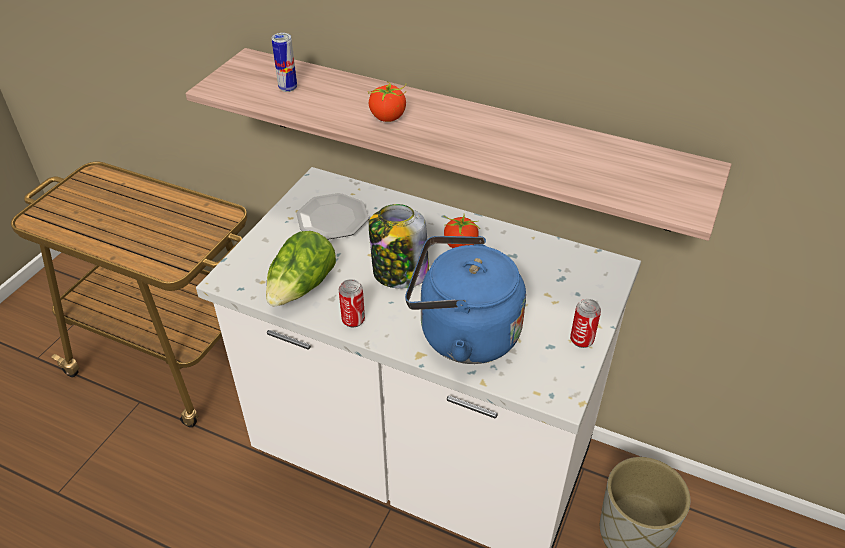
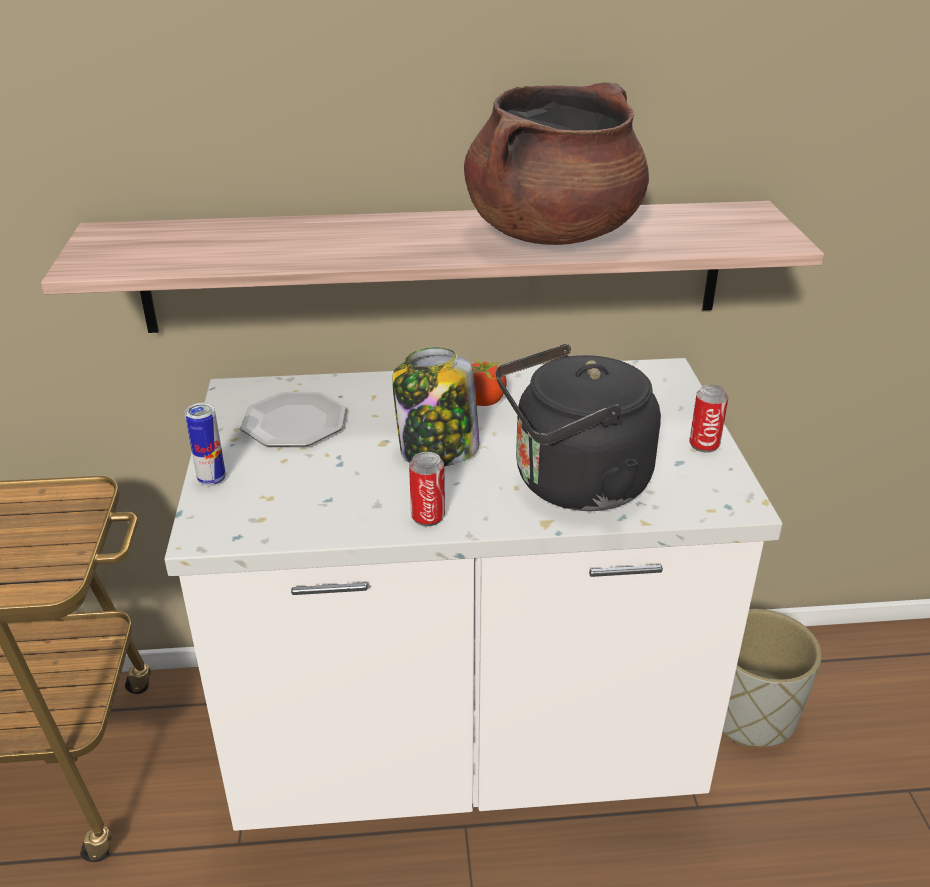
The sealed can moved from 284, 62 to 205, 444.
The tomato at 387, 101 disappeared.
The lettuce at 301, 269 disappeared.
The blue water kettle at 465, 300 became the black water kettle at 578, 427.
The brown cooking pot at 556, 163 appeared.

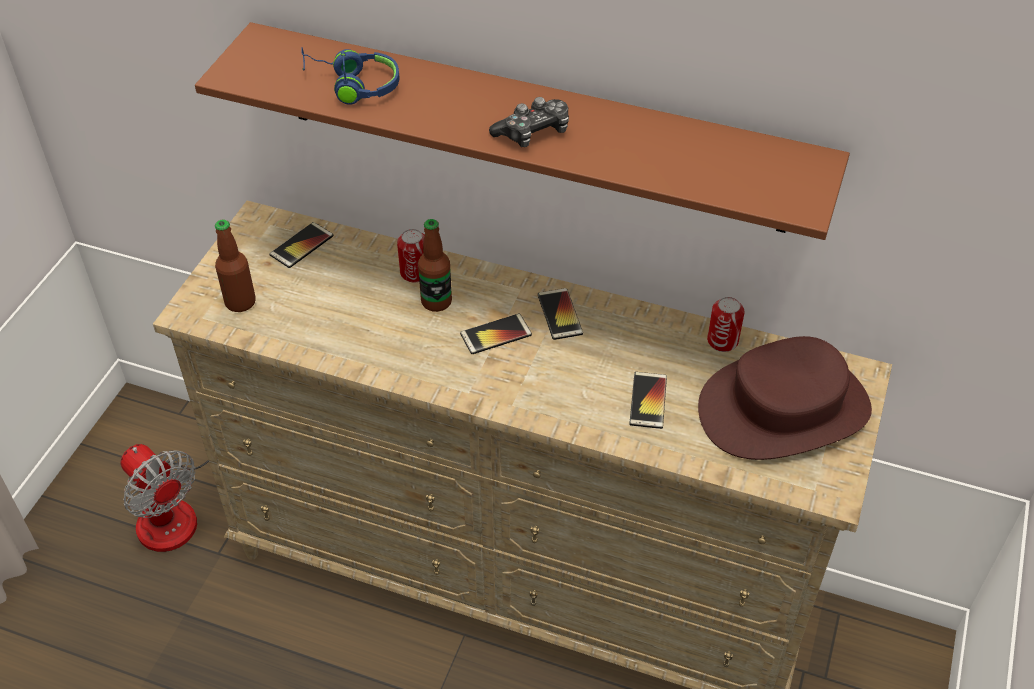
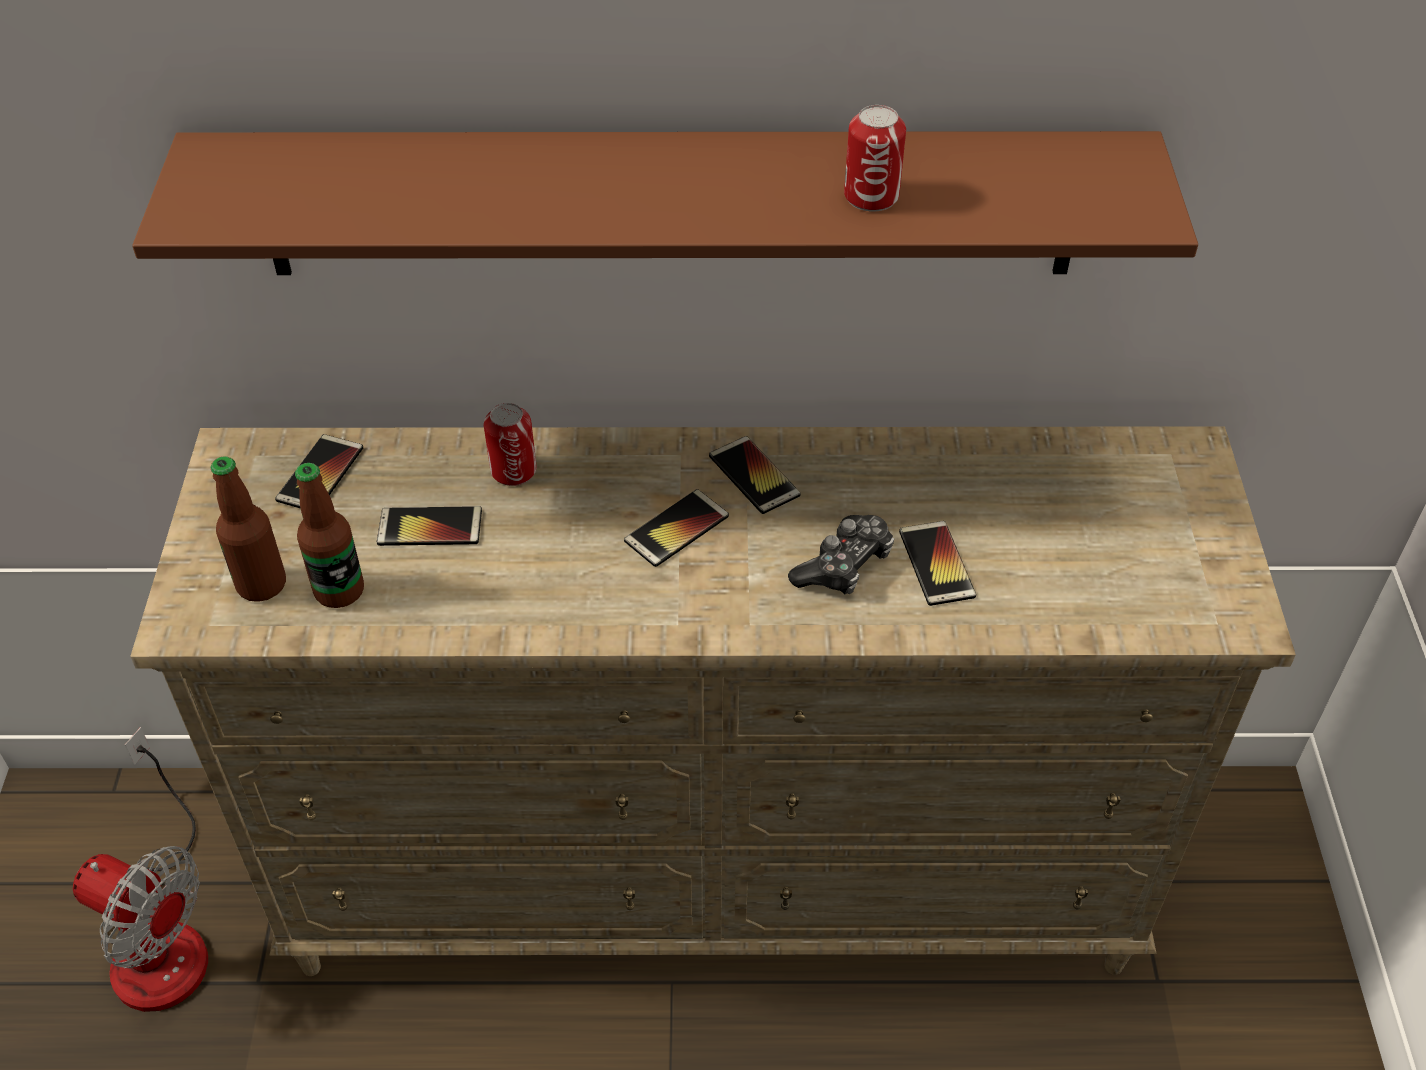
The blue headphones at 350, 76 disappeared.
The game controller moved from 529, 122 to 841, 554.
The drink bottle moved from 435, 265 to 329, 535.
The sealed can moved from 726, 324 to 875, 158.
The brown clothing hat at 785, 398 disappeared.
The handset at 429, 526 appeared.

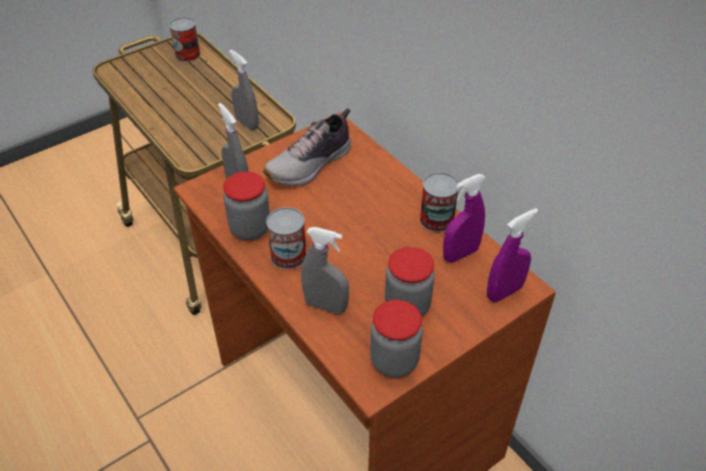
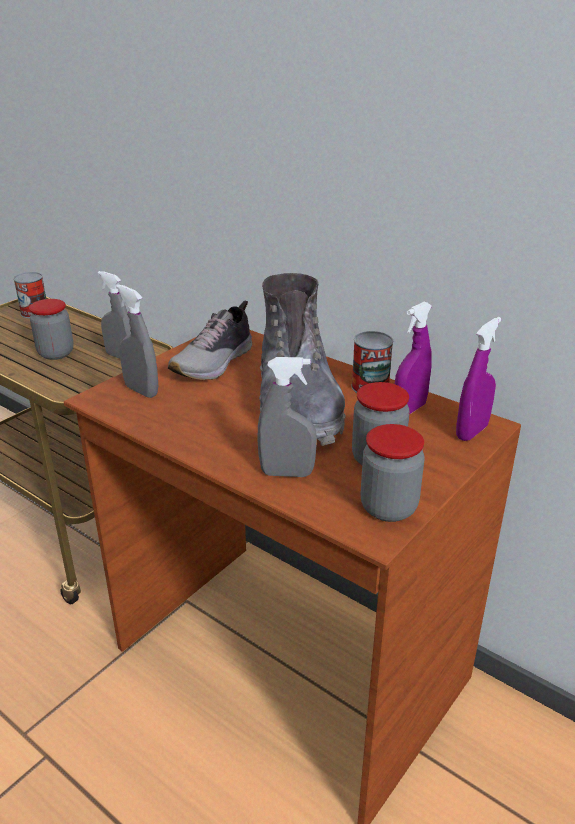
The jar moved from 246, 206 to 51, 329.
The sealed can at 286, 238 disappeared.
The grey tall boot at 302, 359 appeared.

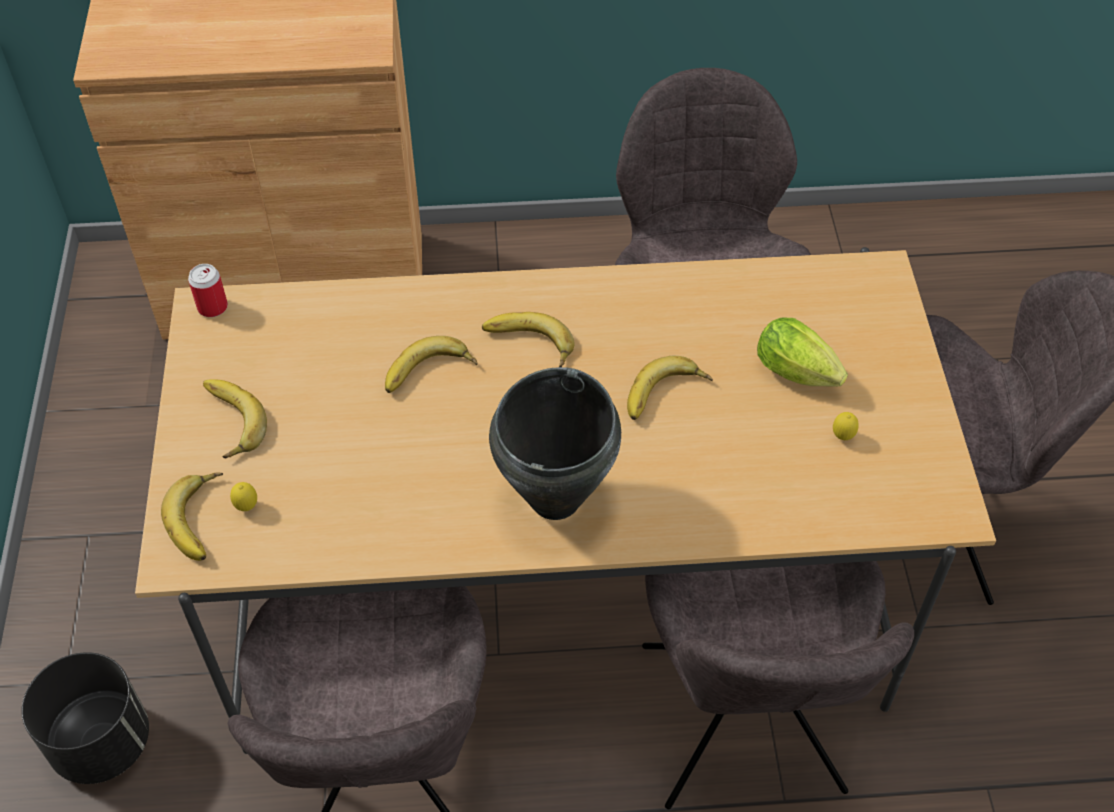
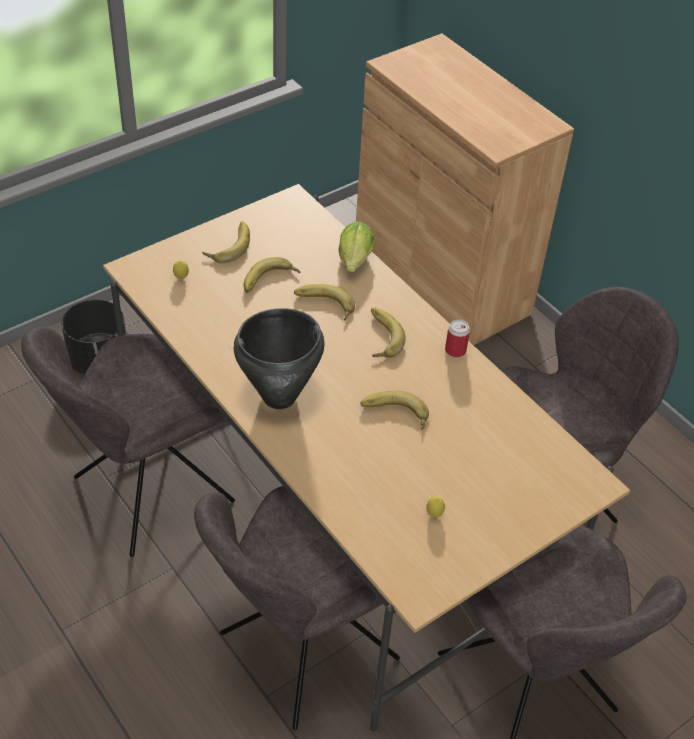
The sealed can moved from 208, 290 to 457, 338.
The lettuce moved from 802, 351 to 356, 246.
The banana moved from 192, 517 to 272, 275.

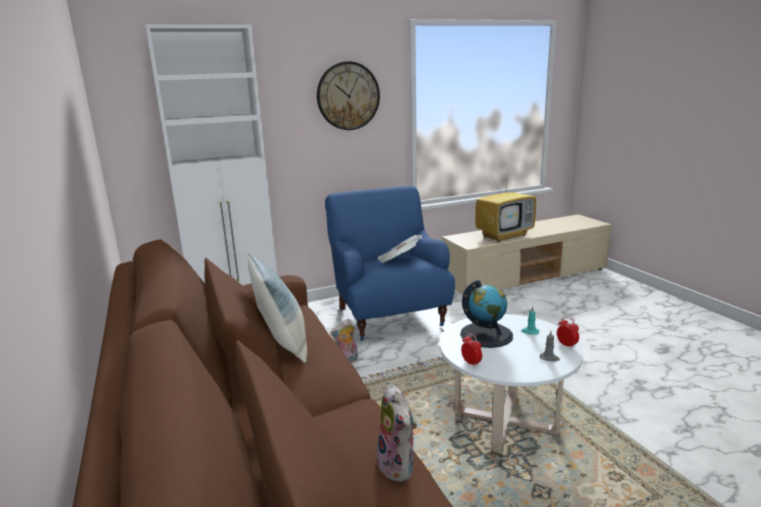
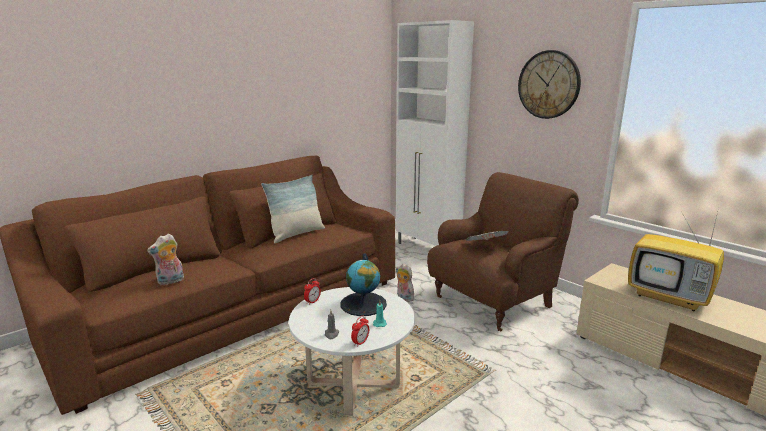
The blue armchair at 390, 263 became the brown armchair at 503, 251.

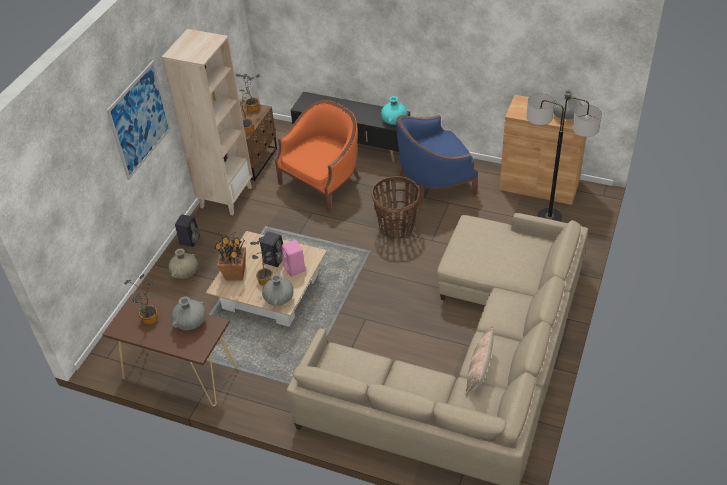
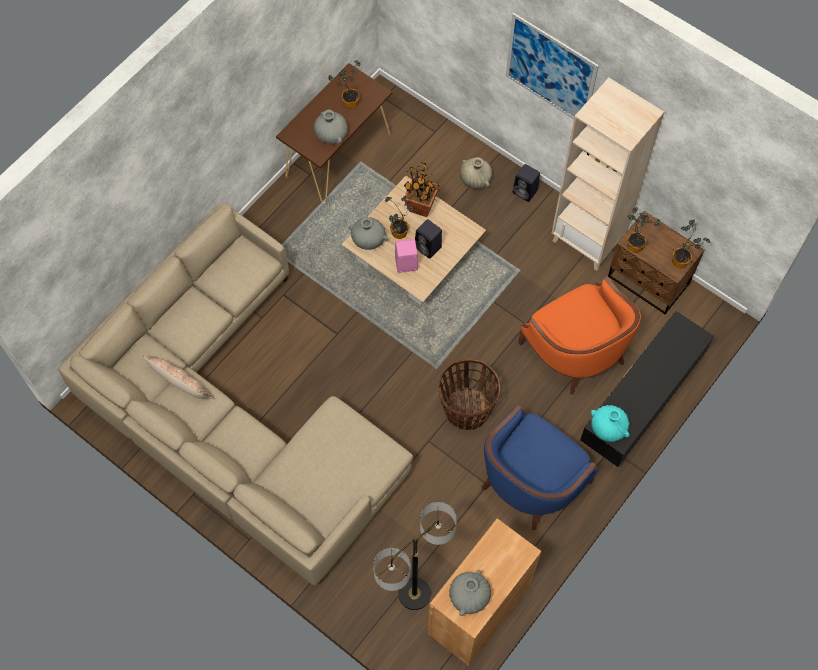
The blue armchair at 437, 160 turned 135 degrees counterclockwise.

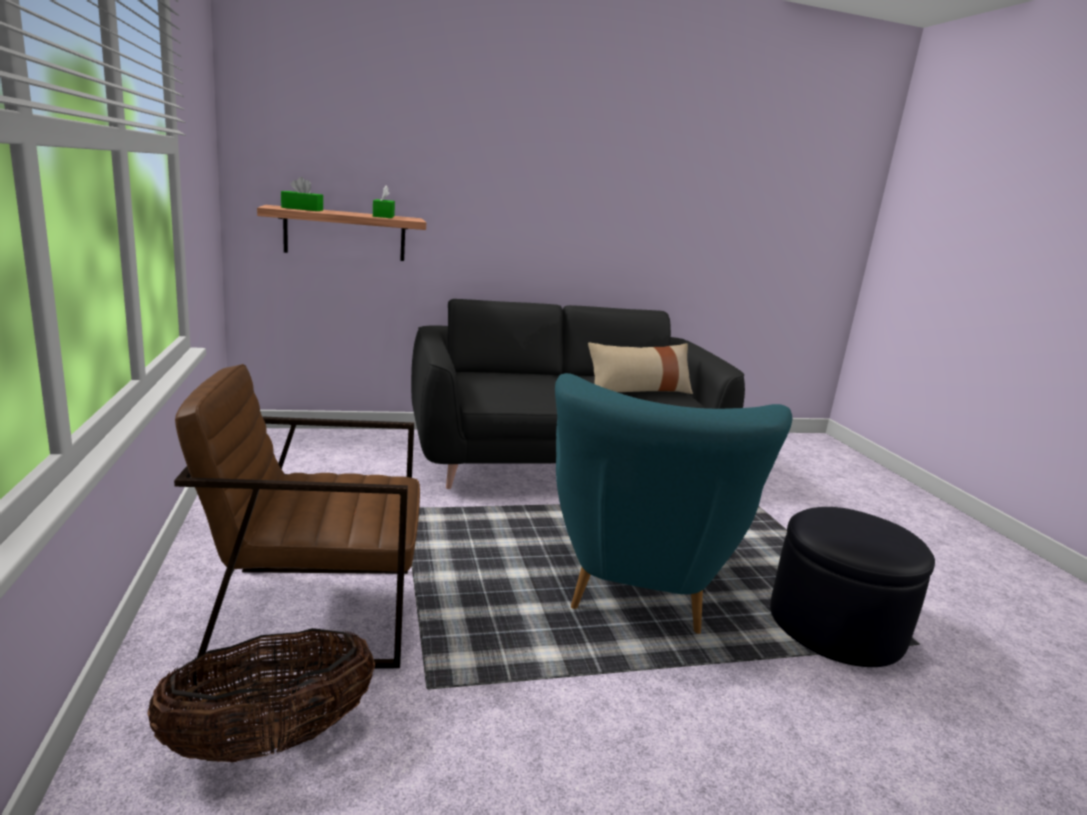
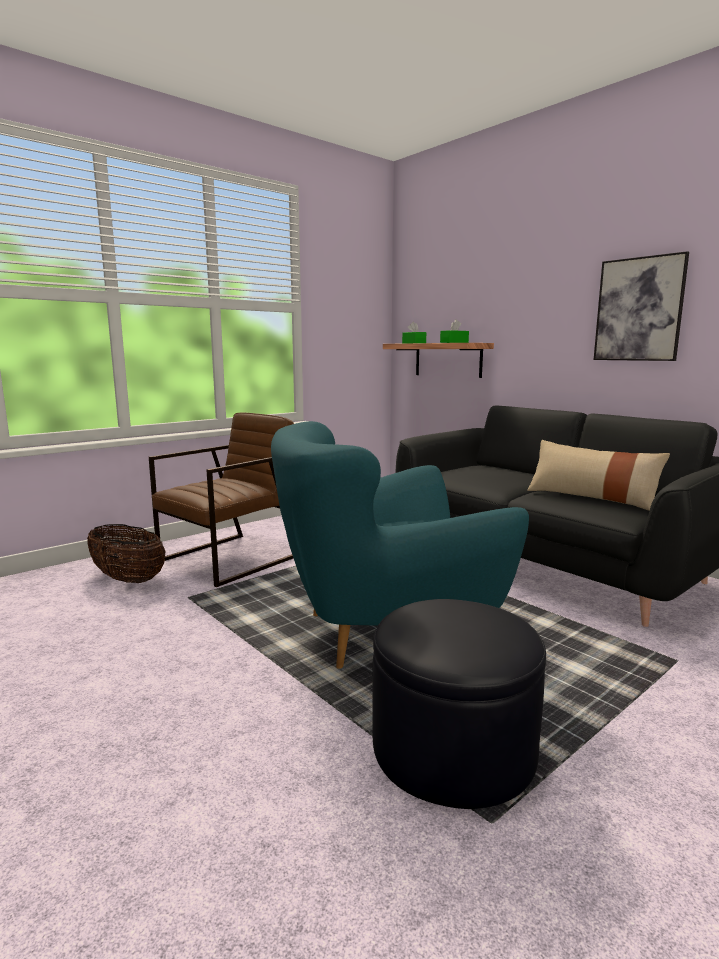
The brown armchair at 297, 517 turned 75 degrees clockwise.
The wall art at 641, 306 appeared.

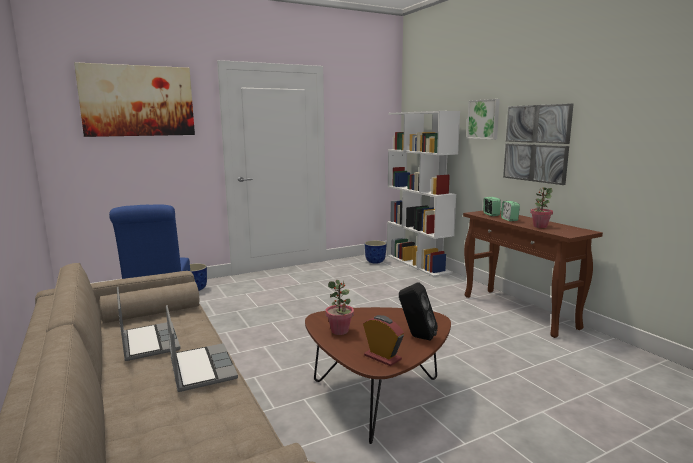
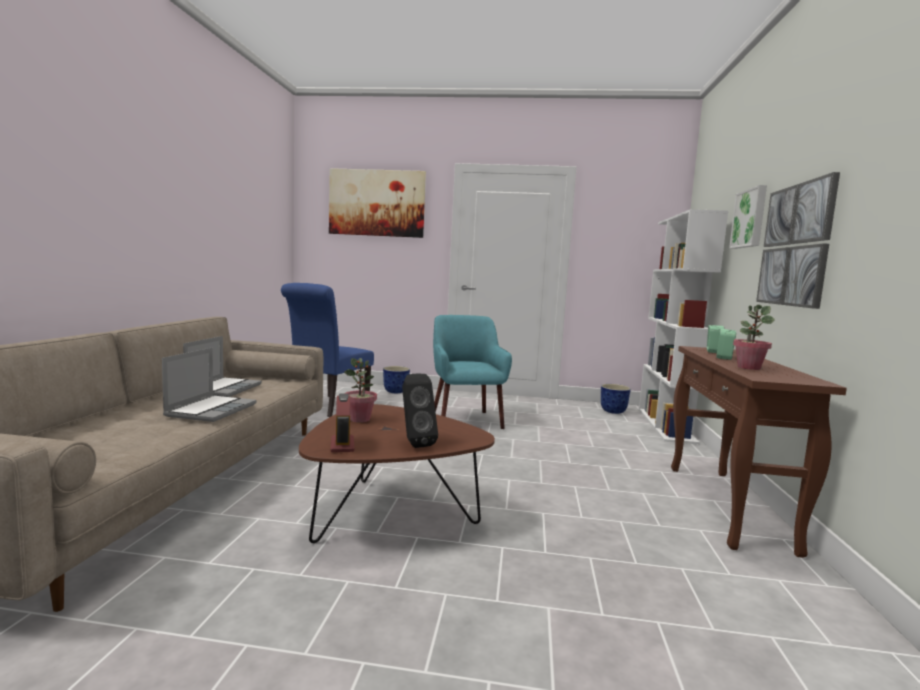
The turquoise-coloured armchair at 472, 372 appeared.

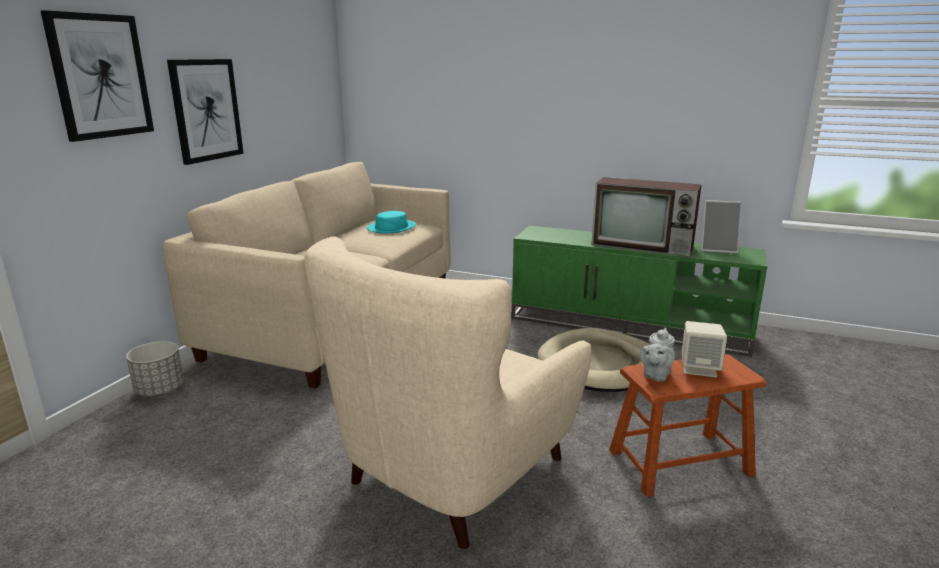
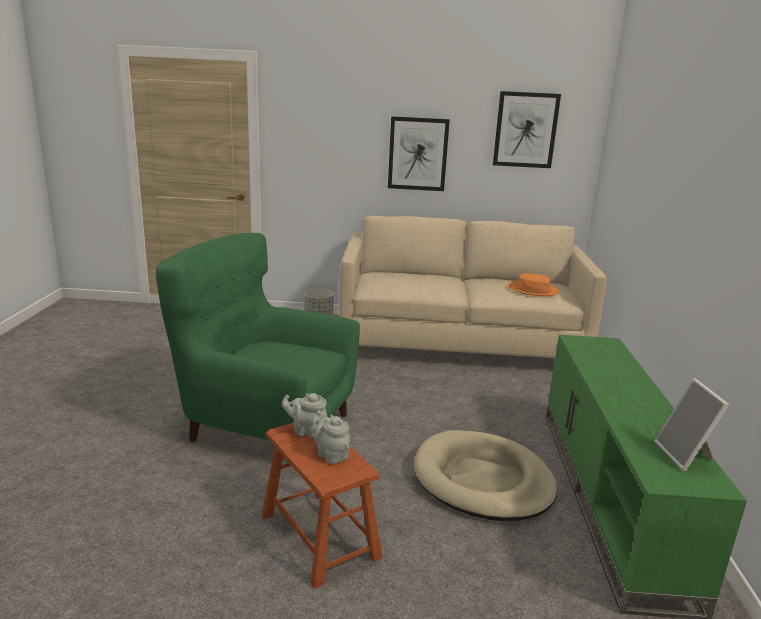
The wall art moved from 97, 76 to 527, 129.
The TV set at 646, 217 disappeared.
The turquoise-coloured clothing hat at 391, 222 became the orangey clothing hat at 534, 284.
The beige armchair at 448, 393 became the green-coloured armchair at 258, 337.
The beige speaker at 704, 349 was replaced by the grey tea pot at 331, 437.

